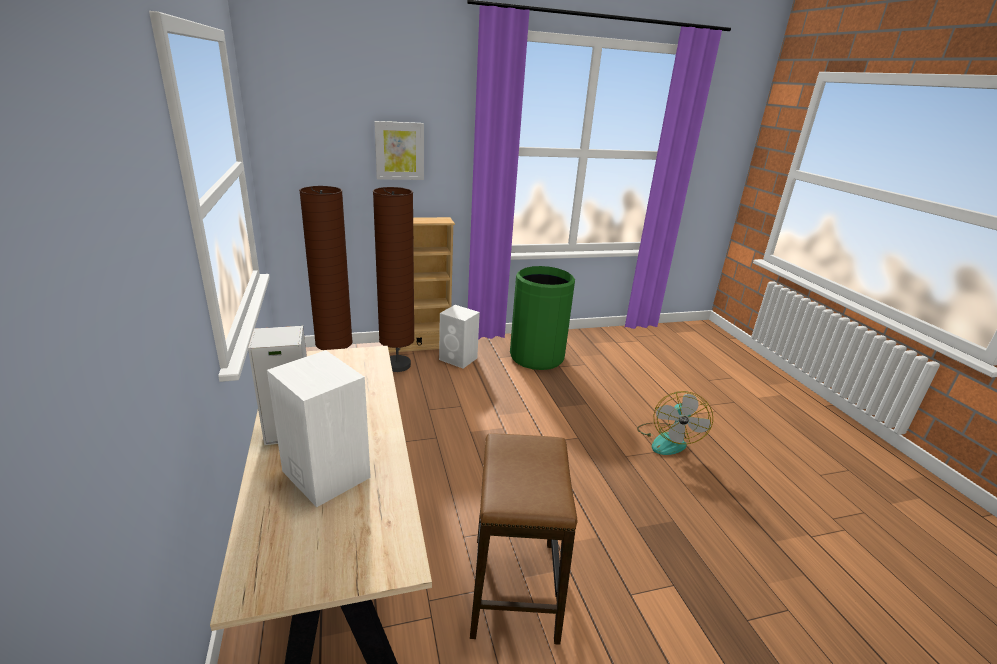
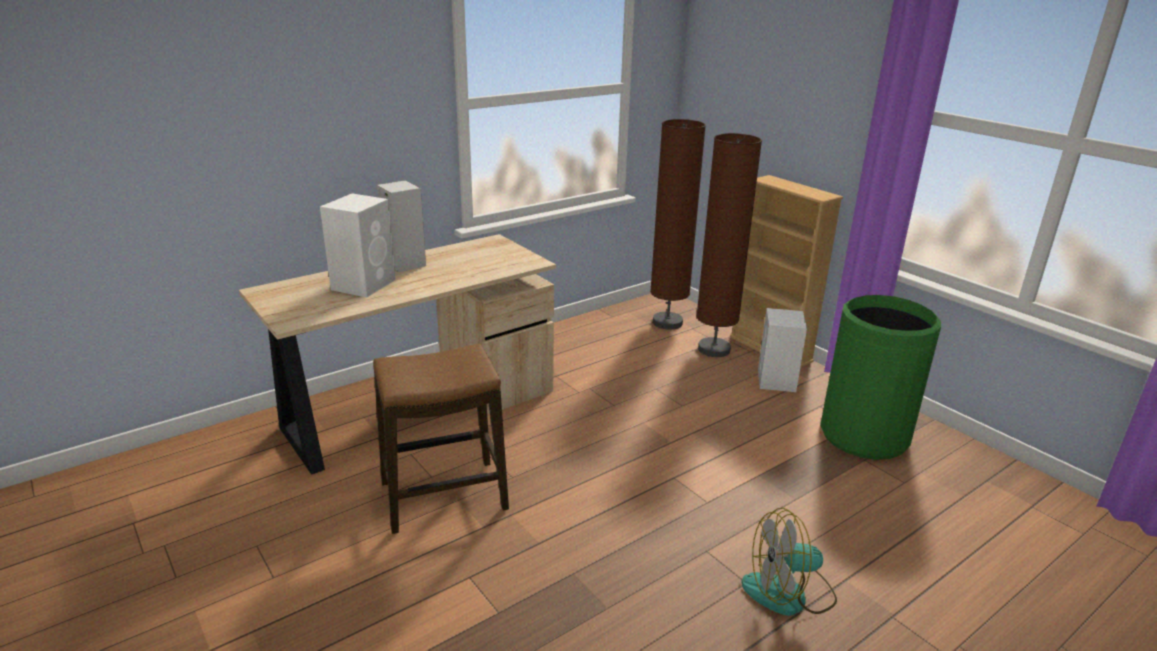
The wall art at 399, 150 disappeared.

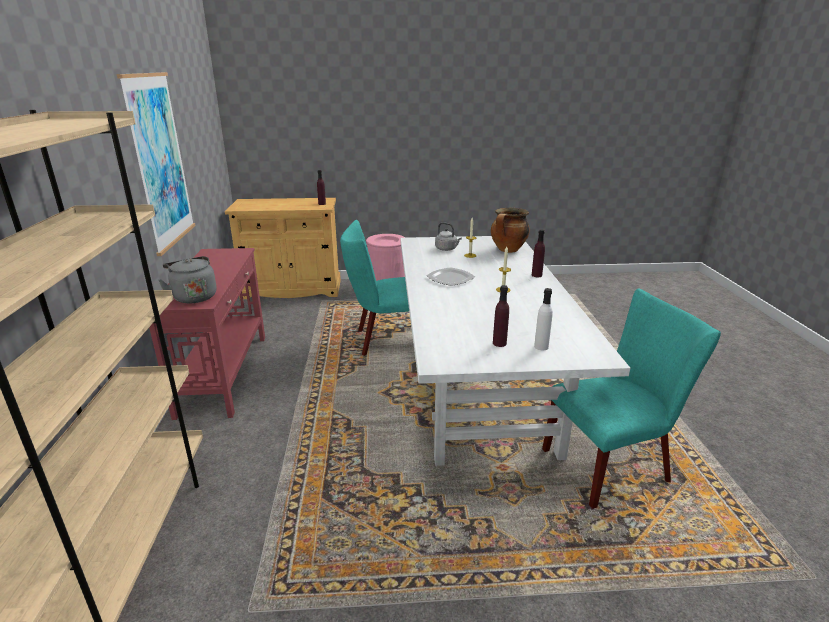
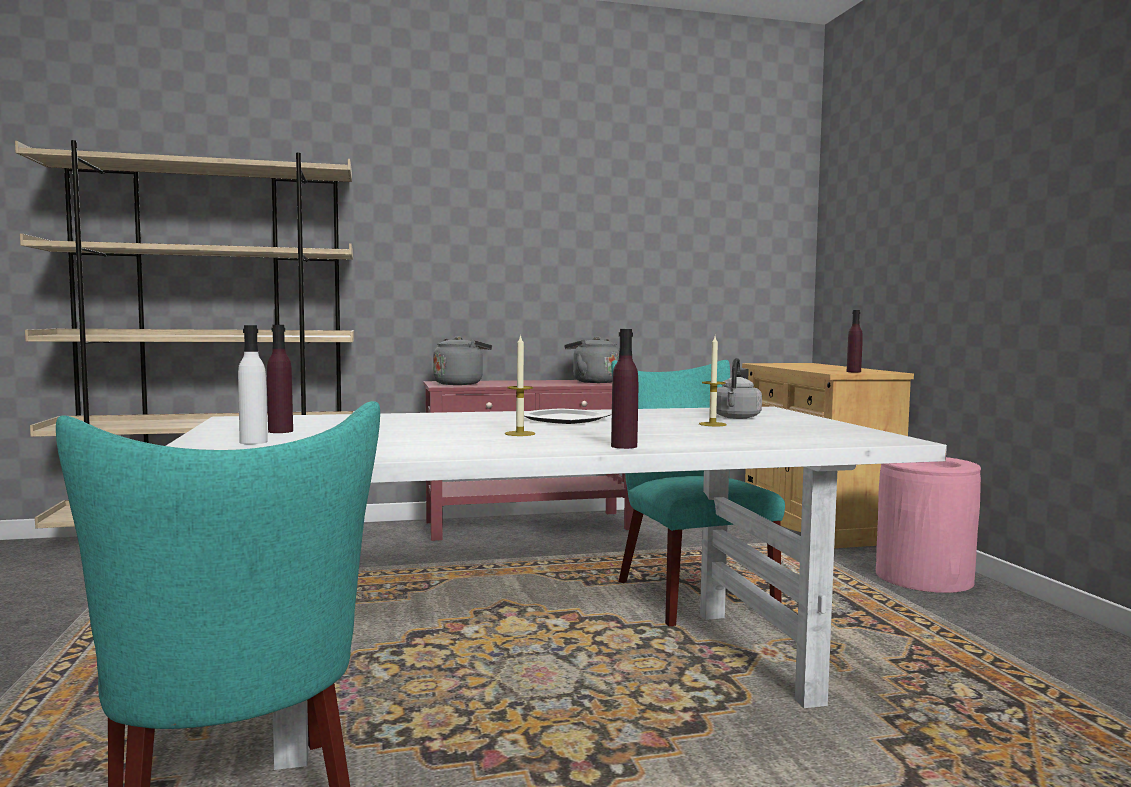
The wall art at 156, 164 disappeared.
The cooking pot at 510, 230 disappeared.
The grey water kettle at 591, 359 appeared.

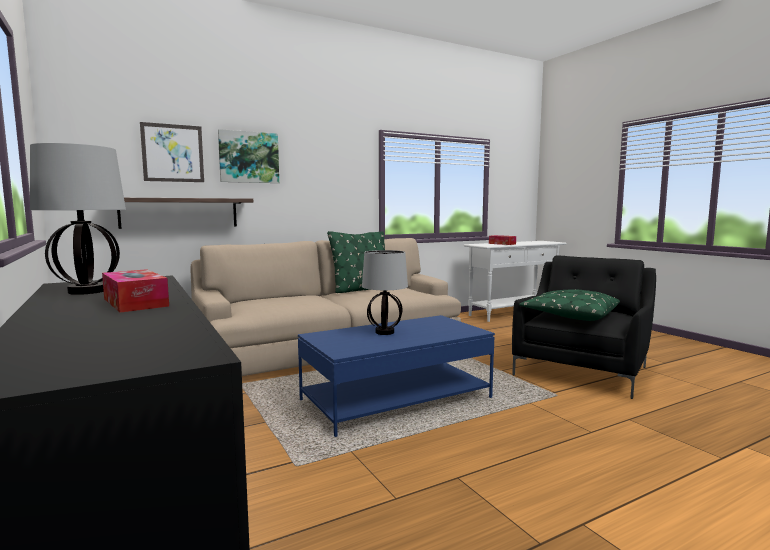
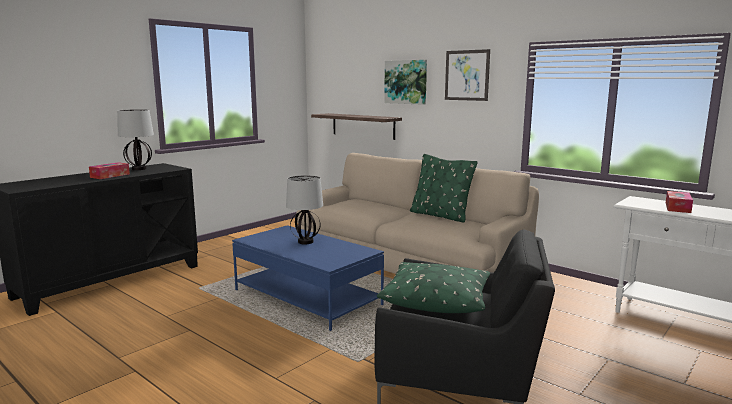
The wall art moved from 172, 152 to 467, 75.

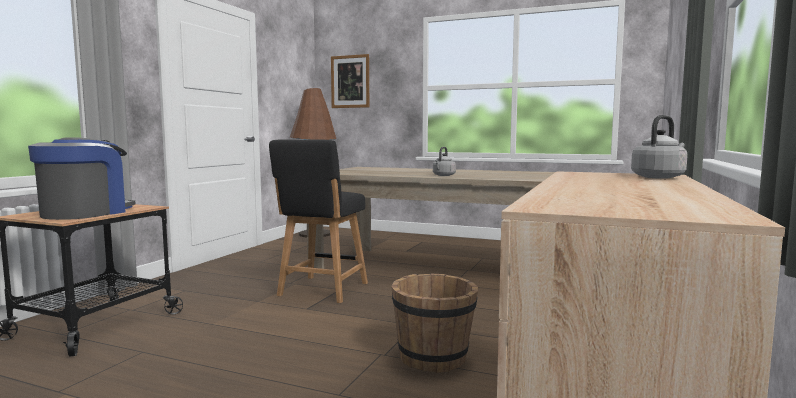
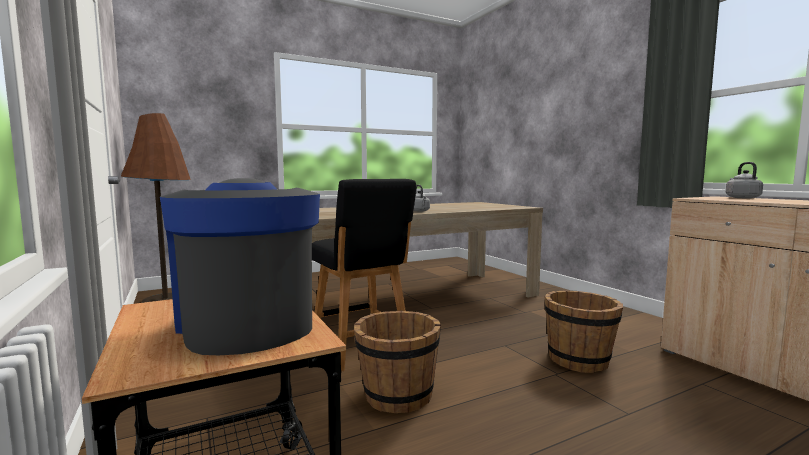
The wall art at 350, 81 disappeared.
The brown pail at 397, 362 appeared.

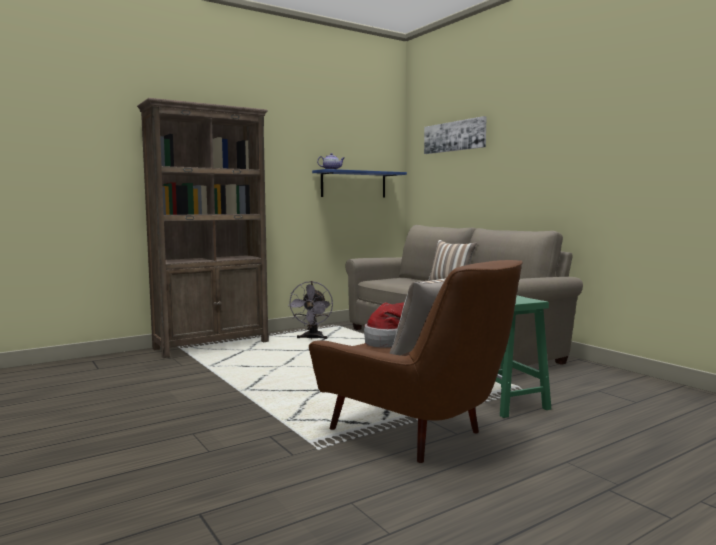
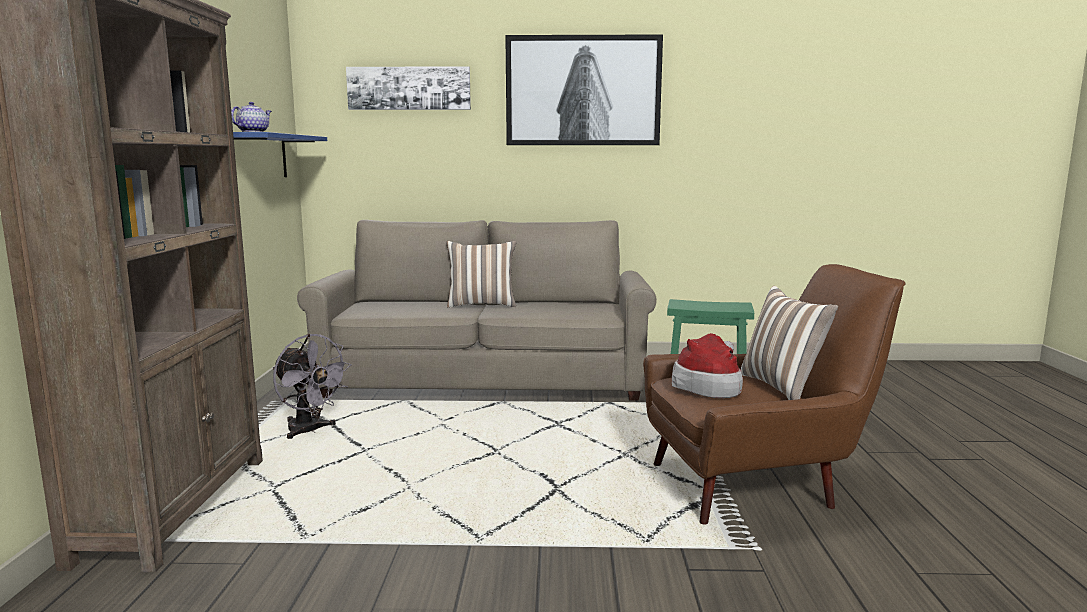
The wall art at 584, 89 appeared.

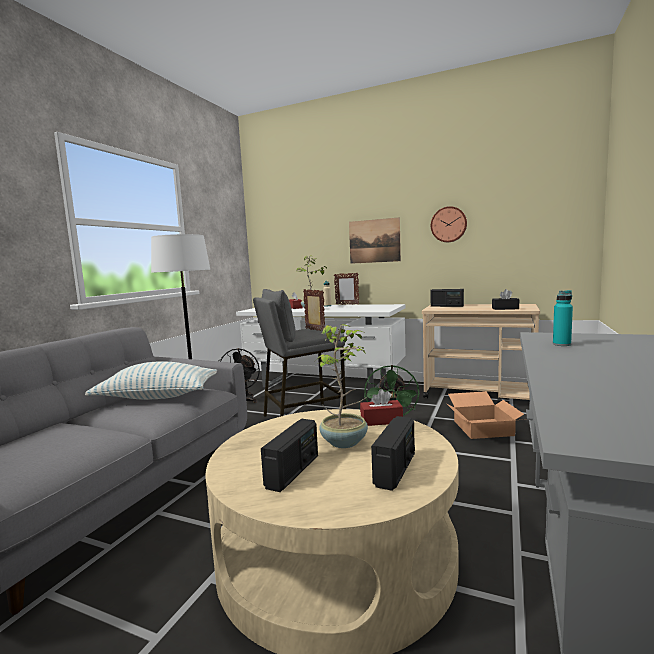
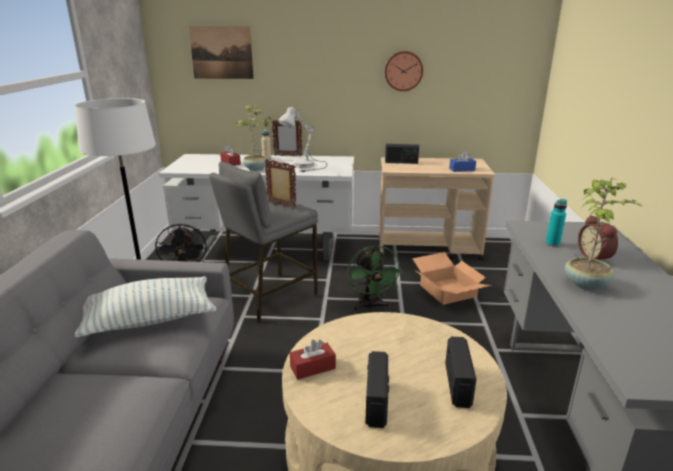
The wall art moved from 375, 240 to 221, 52.
The black tissue box at 505, 299 became the blue tissue box at 462, 161.
The houseplant moved from 342, 386 to 604, 234.
The red tissue box moved from 381, 407 to 313, 360.
The white tabletop lamp at 302, 140 appeared.
The bedside clock at 598, 238 appeared.

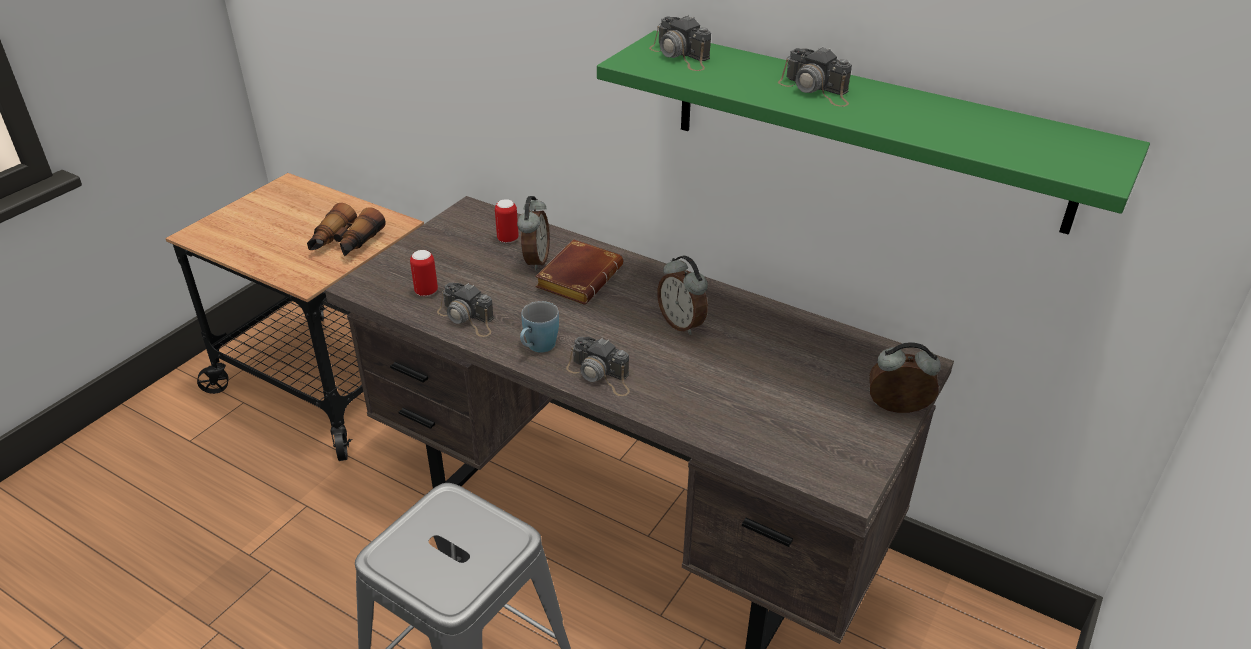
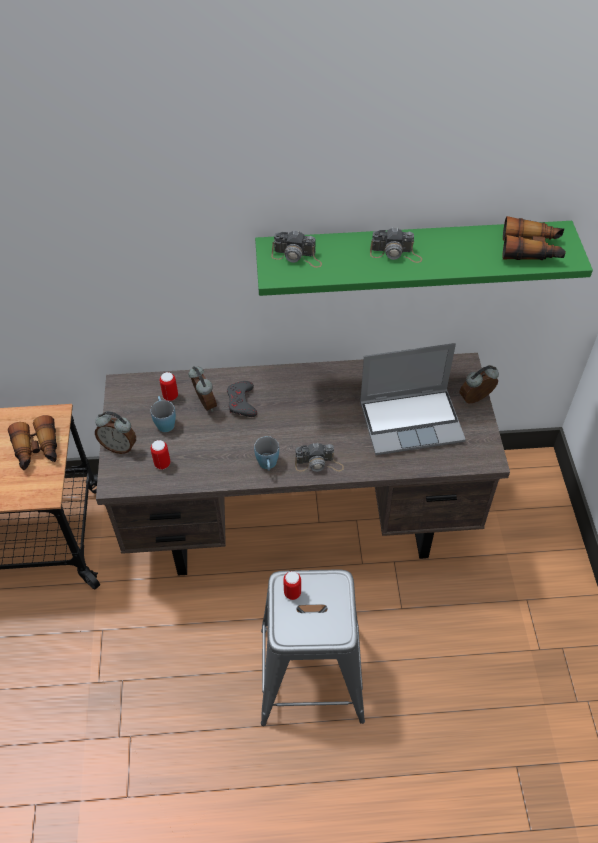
The brown bound book at 579, 271 was replaced by the grey game controller at 242, 399.
The bedside clock moved from 682, 295 to 115, 432.
The photo camera at 465, 310 disappeared.
The binoculars at 534, 238 appeared.
The notebook computer at 413, 399 appeared.
The blue tea mug at 163, 414 appeared.
The sealed can at 292, 585 appeared.

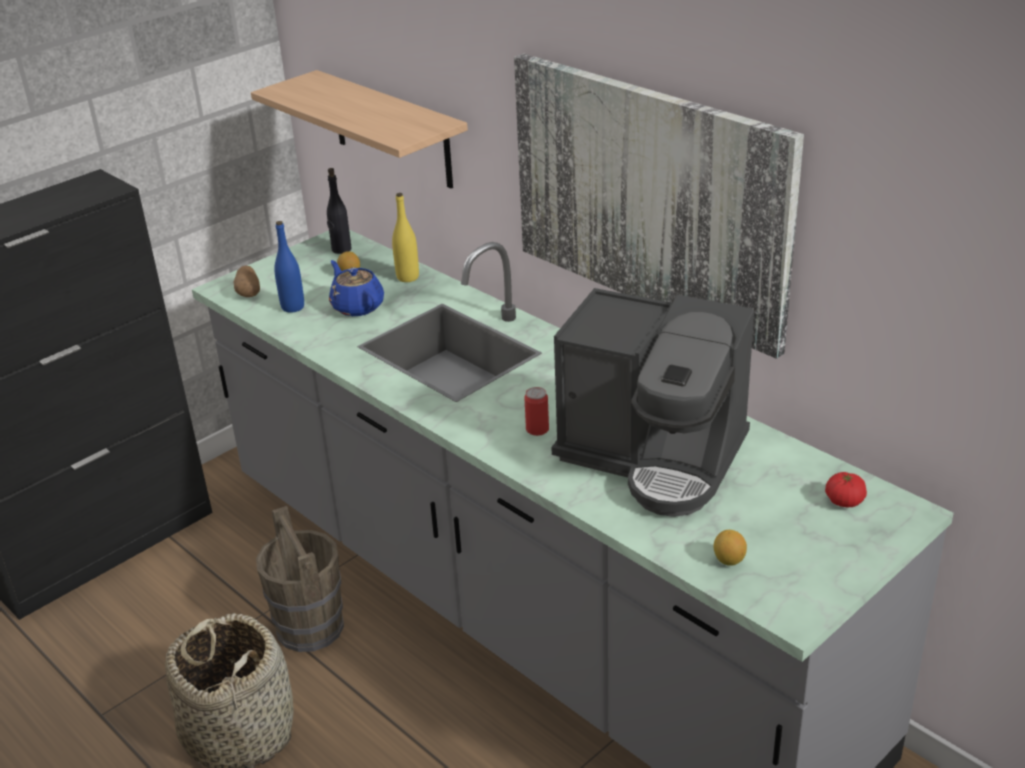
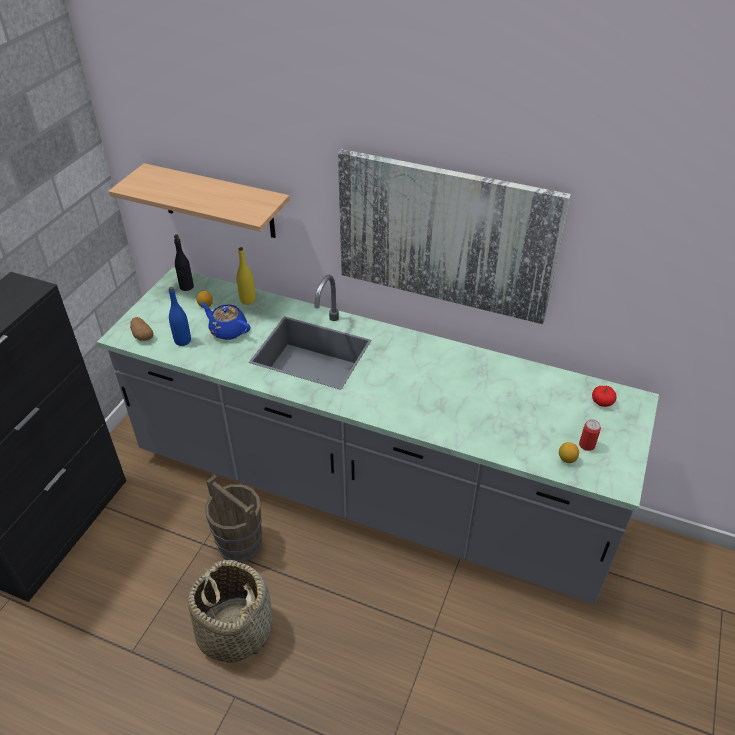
The coffee machine at 652, 402 disappeared.
The sealed can moved from 537, 411 to 590, 435.

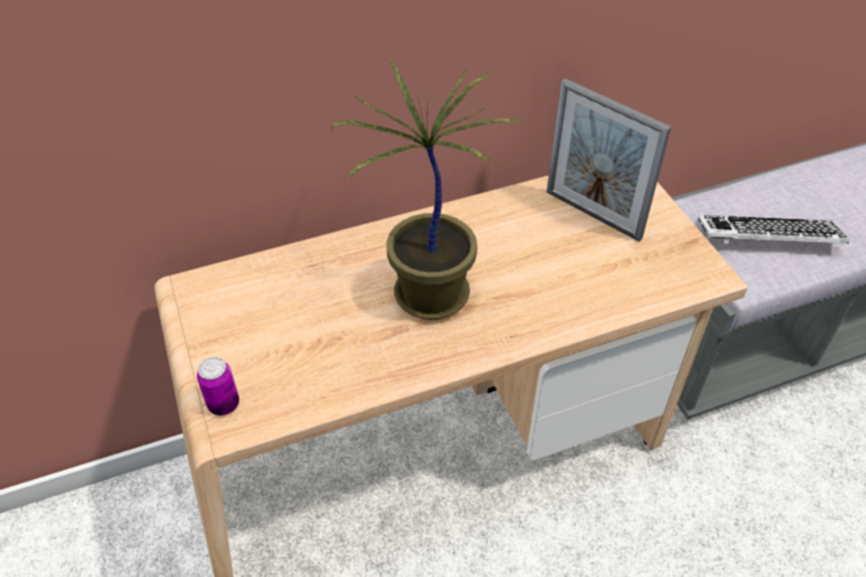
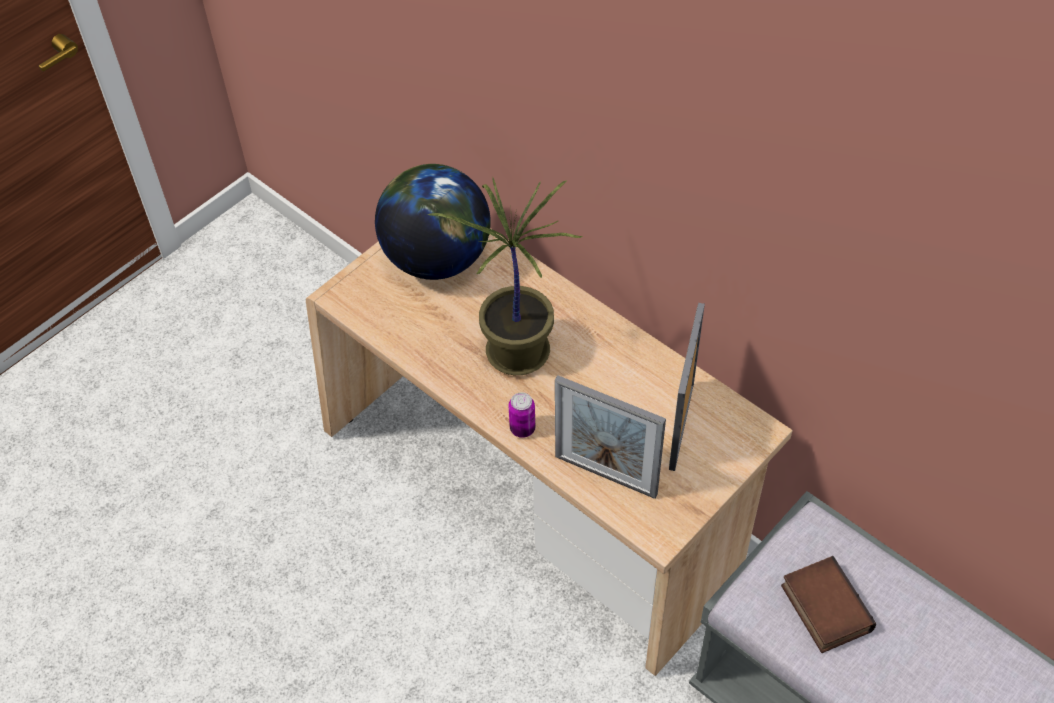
The PC keyboard at 774, 231 was replaced by the bound book at 828, 604.
The sealed can moved from 218, 386 to 522, 415.
The desk globe at 433, 222 appeared.
The picture frame at 610, 437 appeared.

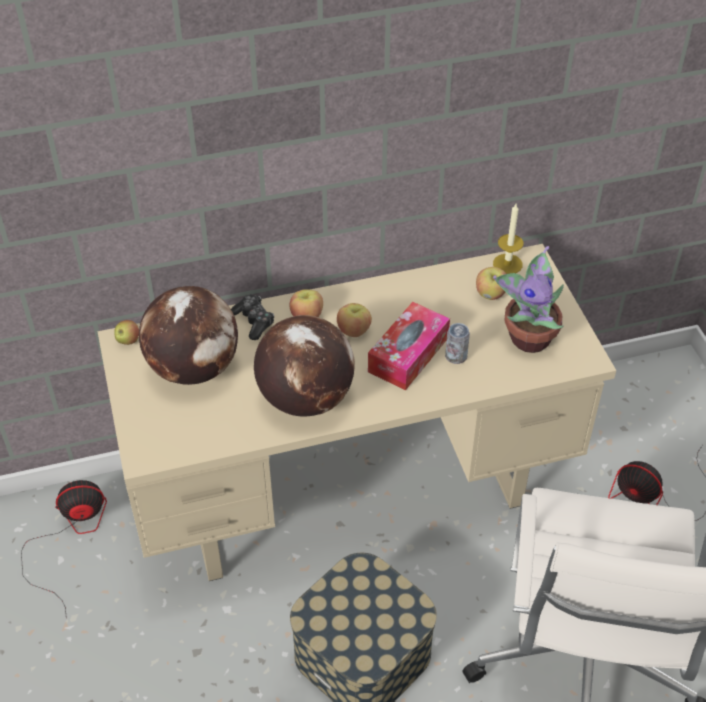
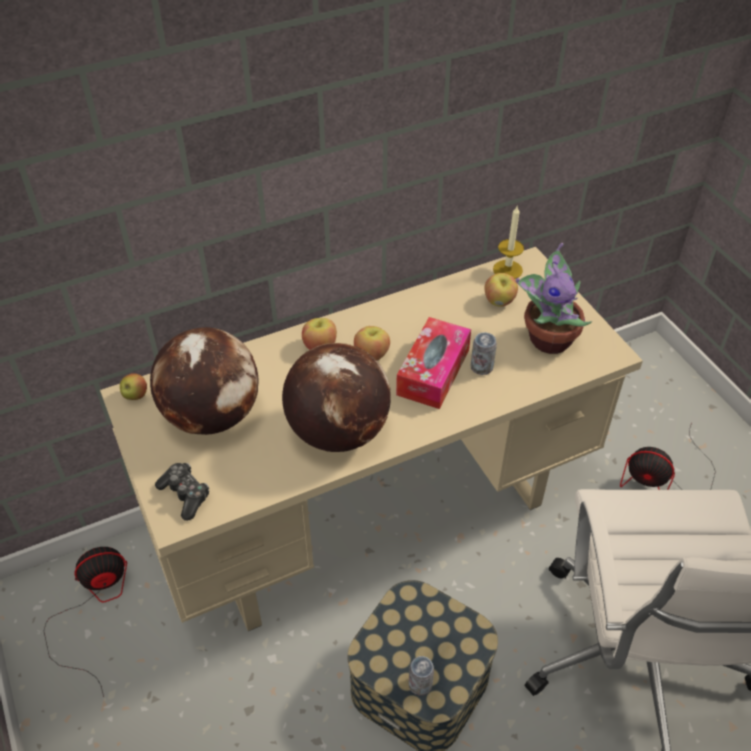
The game controller moved from 252, 317 to 182, 492.
The sealed can at 421, 676 appeared.

